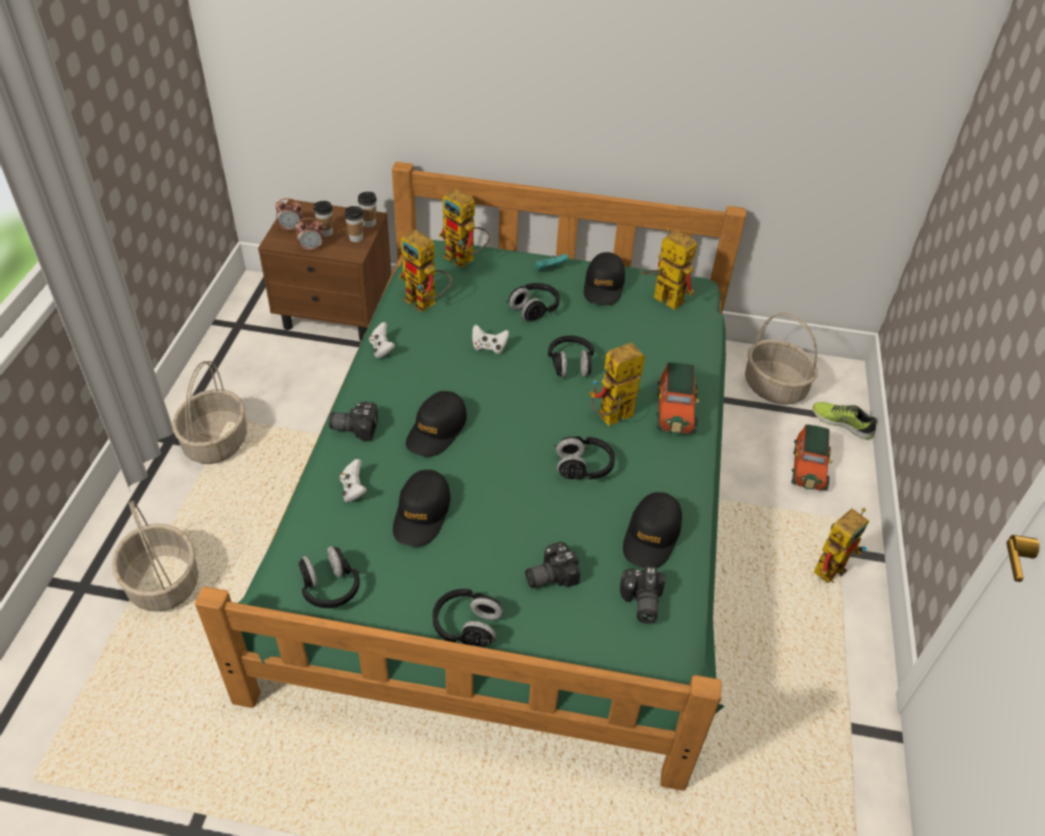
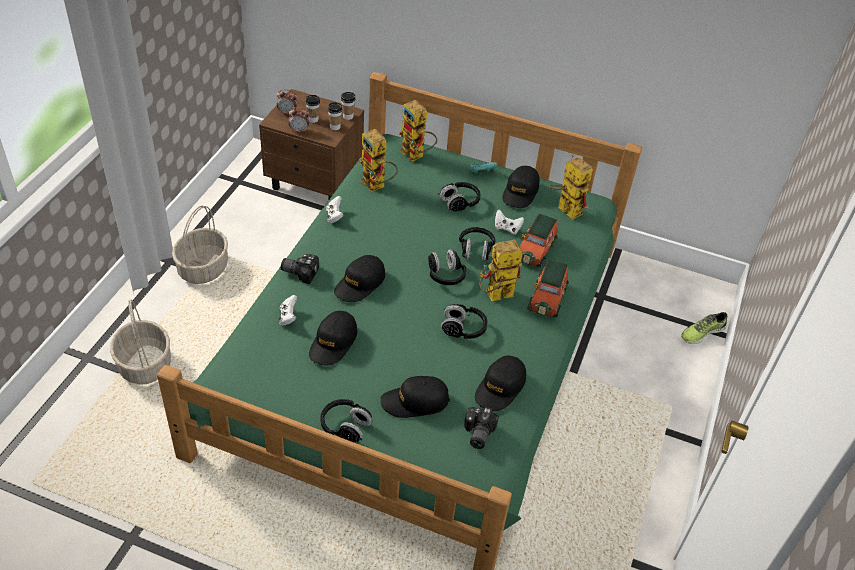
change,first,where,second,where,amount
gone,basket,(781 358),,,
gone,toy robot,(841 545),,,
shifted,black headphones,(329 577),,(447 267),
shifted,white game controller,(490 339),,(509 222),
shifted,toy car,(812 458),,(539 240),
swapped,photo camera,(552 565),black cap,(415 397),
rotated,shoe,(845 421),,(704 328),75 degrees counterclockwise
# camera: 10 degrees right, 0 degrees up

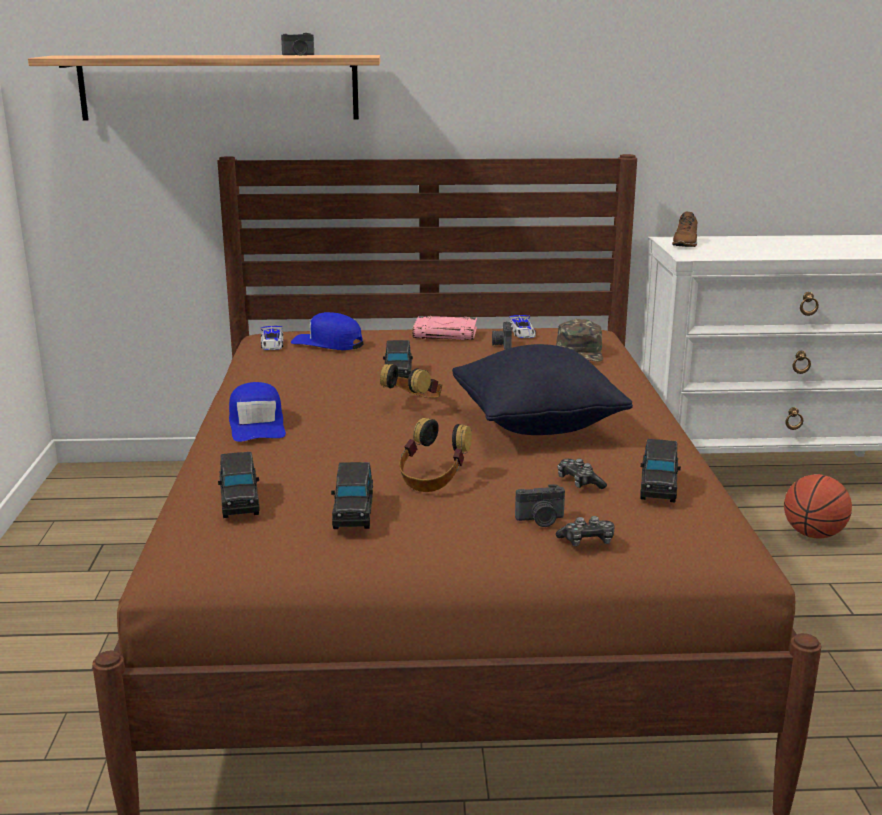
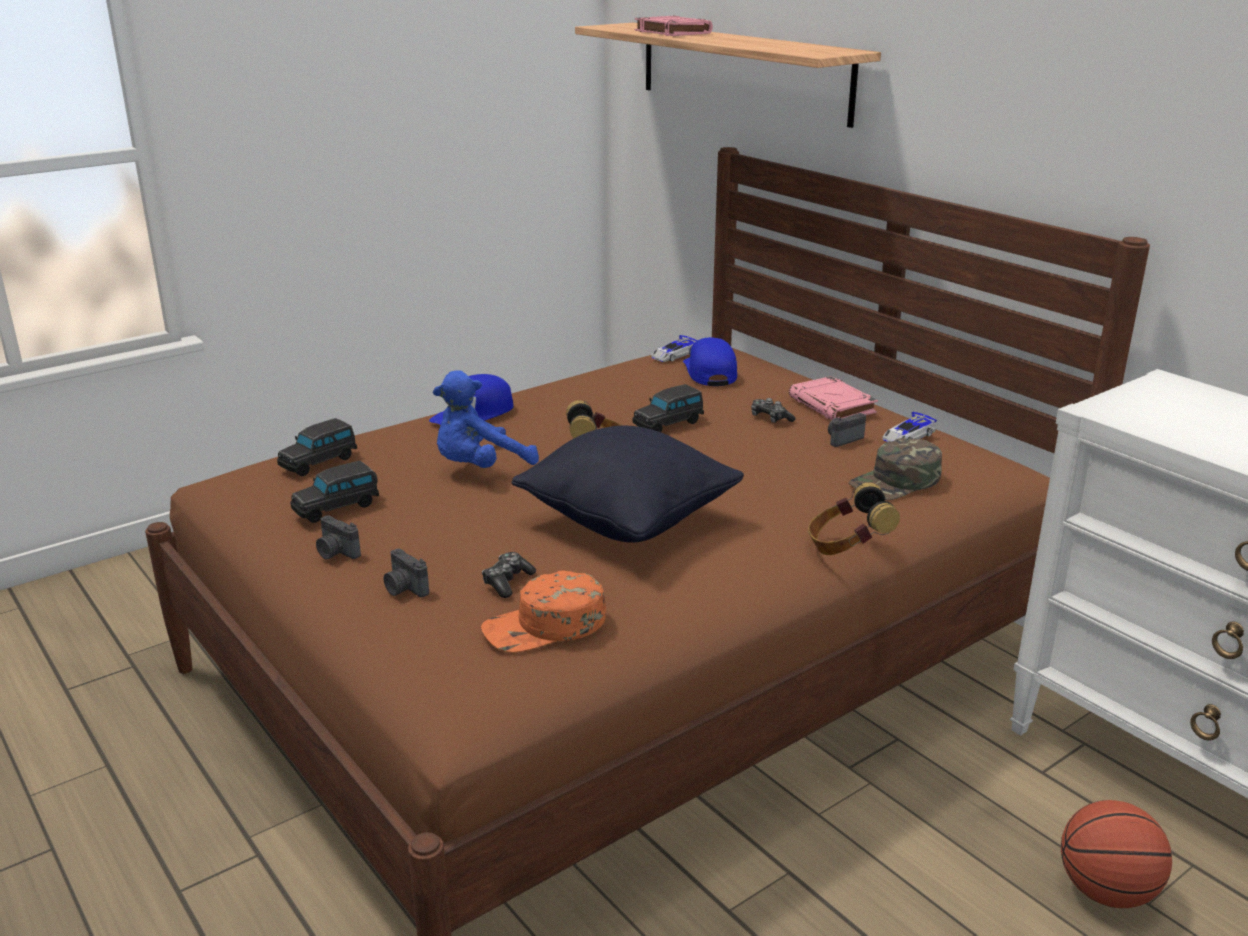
change,first,where,second,where,amount
gone,brown shoe,(685 229),,,
new,,,blue plush toy,(486 419),
new,,,pink book,(674 25),
shifted,photo camera,(297 44),,(338 538),
shifted,headphones,(435 455),,(854 518),
shifted,game controller,(585 531),,(773 410),
swapped,black toy car,(660 471),orange cap,(543 611),
# camera: 55 degrees right, 5 degrees up

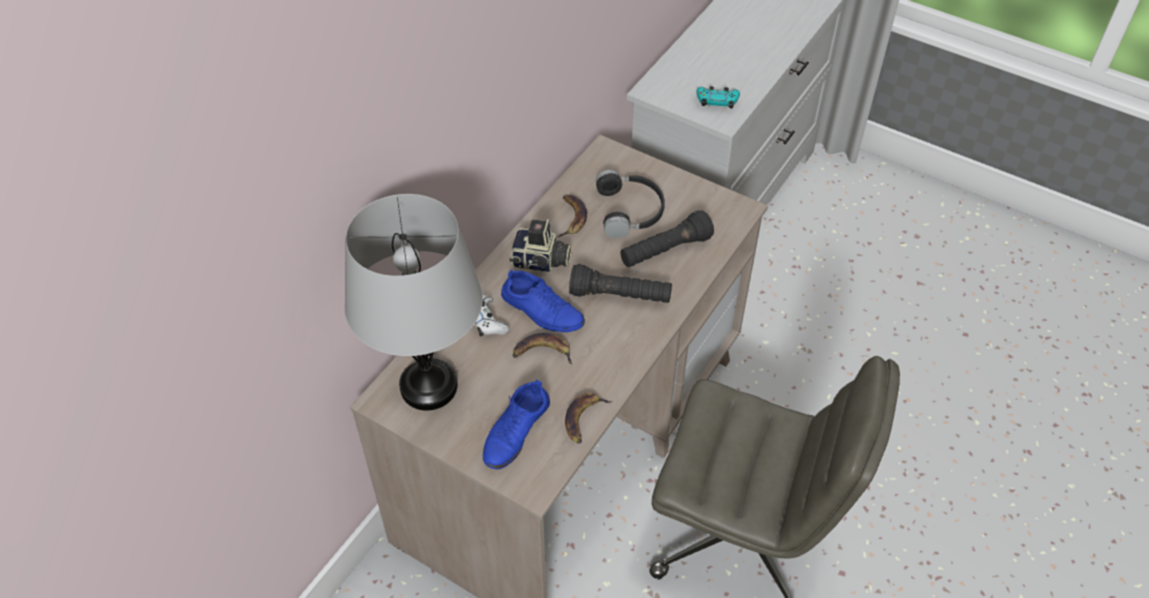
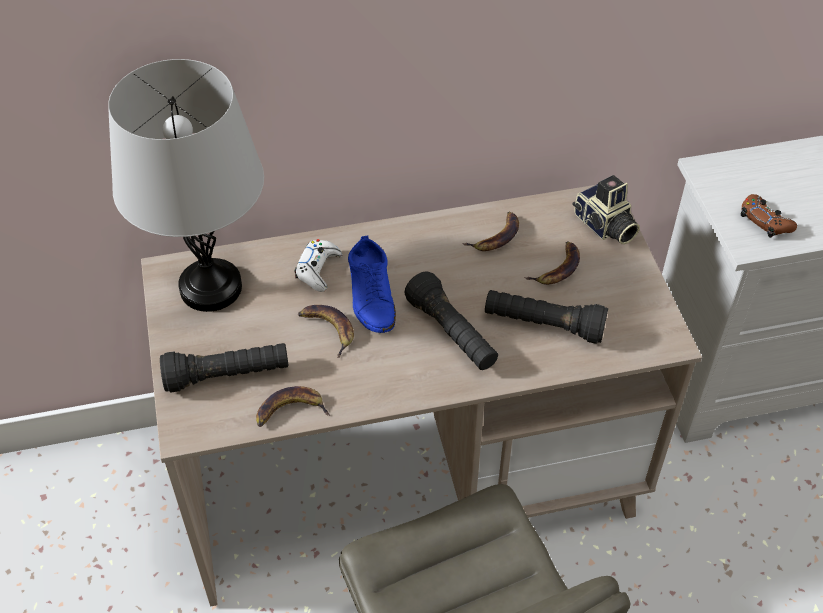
change,first,where,second,where,amount
shifted,photo camera,(541 246),,(606 209),
swapped,blue shoe,(516 425),black flashlight,(224 367),
swapped,black headphones,(630 204),banana,(552 263),
repainted,turquoise game controller,(718 97),brown game controller,(769 216),
# camera: 45 degrees right, 0 degrees up

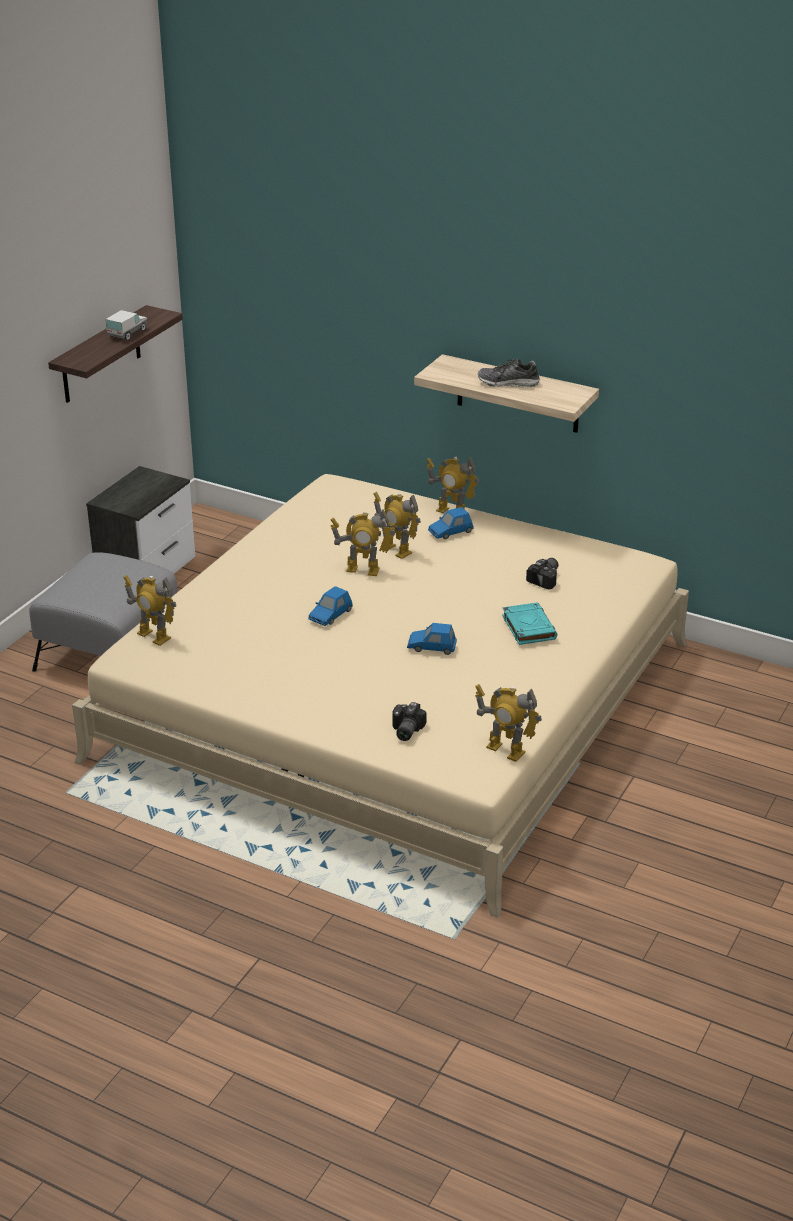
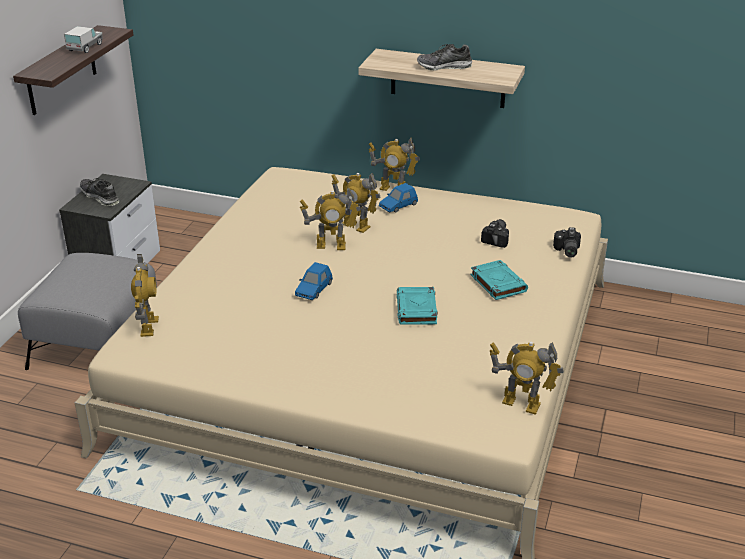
change,first,where,second,where,amount
new,,,shoe,(99 192),
shifted,photo camera,(409 721),,(567 242),
swapped,blue toy car,(432 639),turquoise book,(417 306),
rotated,toy robot,(150 610),,(145 295),120 degrees counterclockwise
# camera: 10 degrees left, 0 degrees up

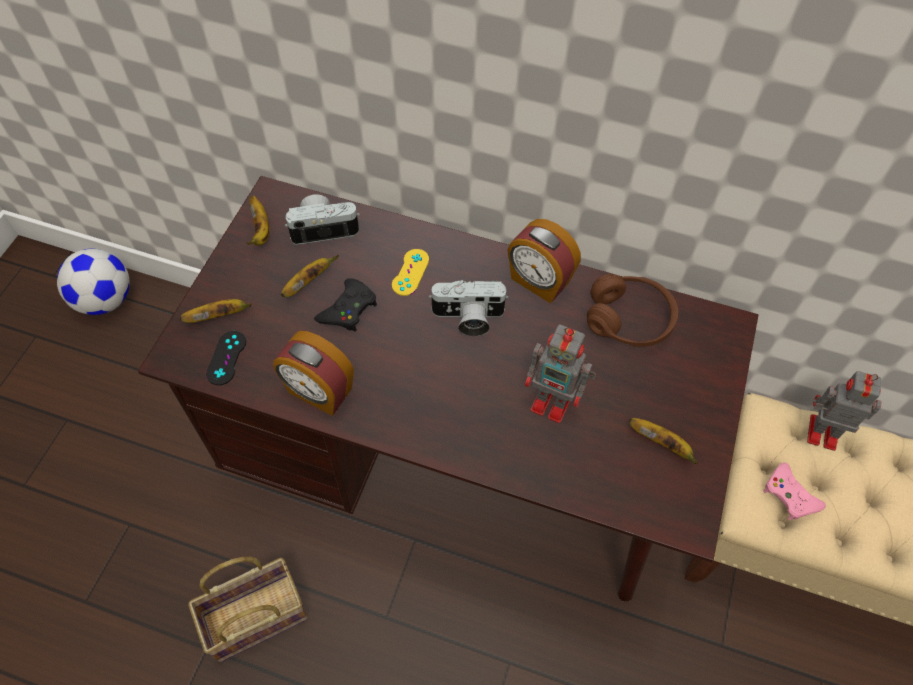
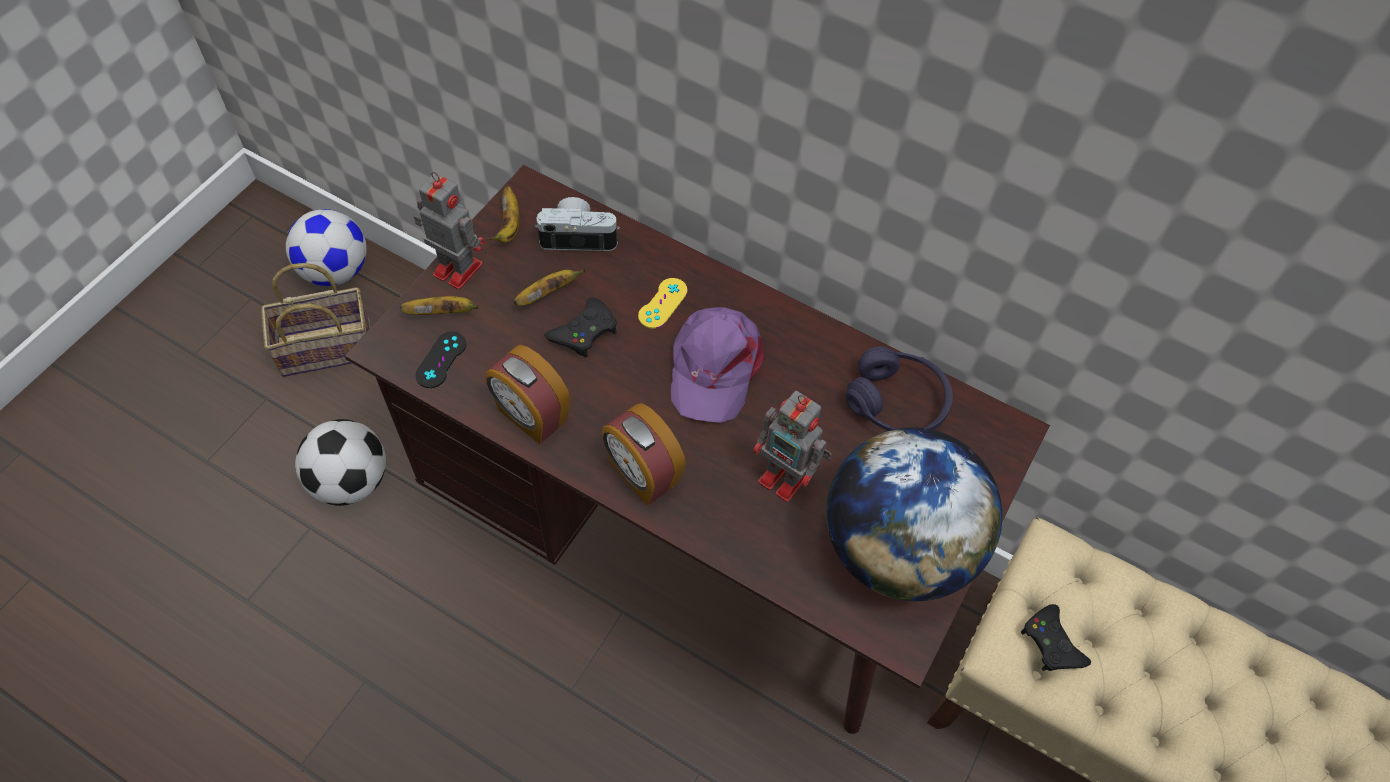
change,first,where,second,where,amount
new,,,football,(340 462),
shifted,basket,(248 609),,(316 320),
shifted,alarm clock,(544 261),,(644 454),
shifted,toy robot,(844 411),,(449 231),
swapped,photo camera,(468 308),purple cap,(717 365),
swapped,banana,(663 441),globe,(914 514),
repainted,brown headphones,(632 310),purple headphones,(899 388),
repainted,pink game controller,(794 491),black game controller,(1056 637),
# camera: 10 degrees right, 0 degrees up

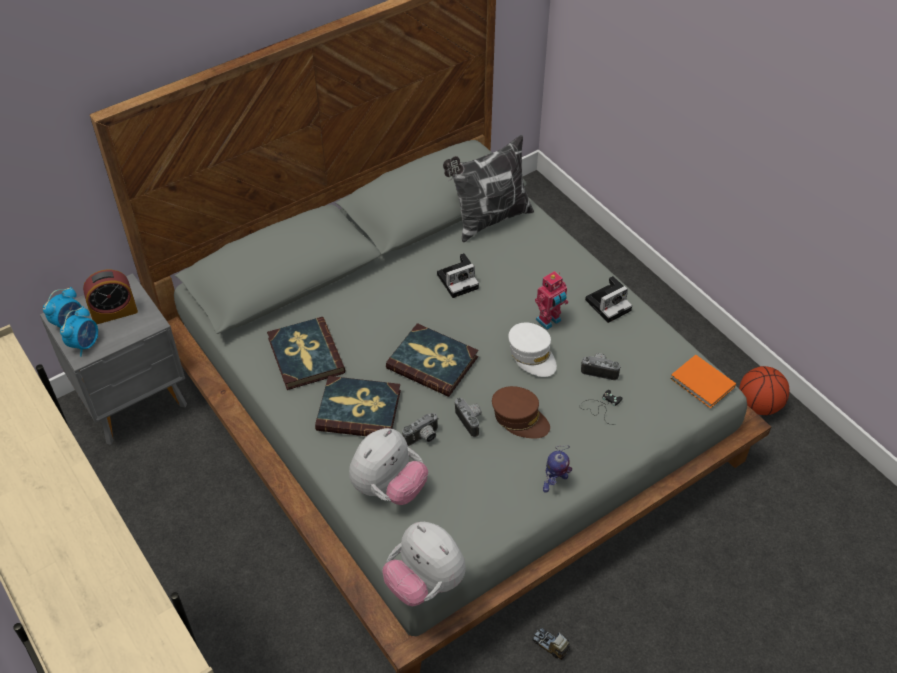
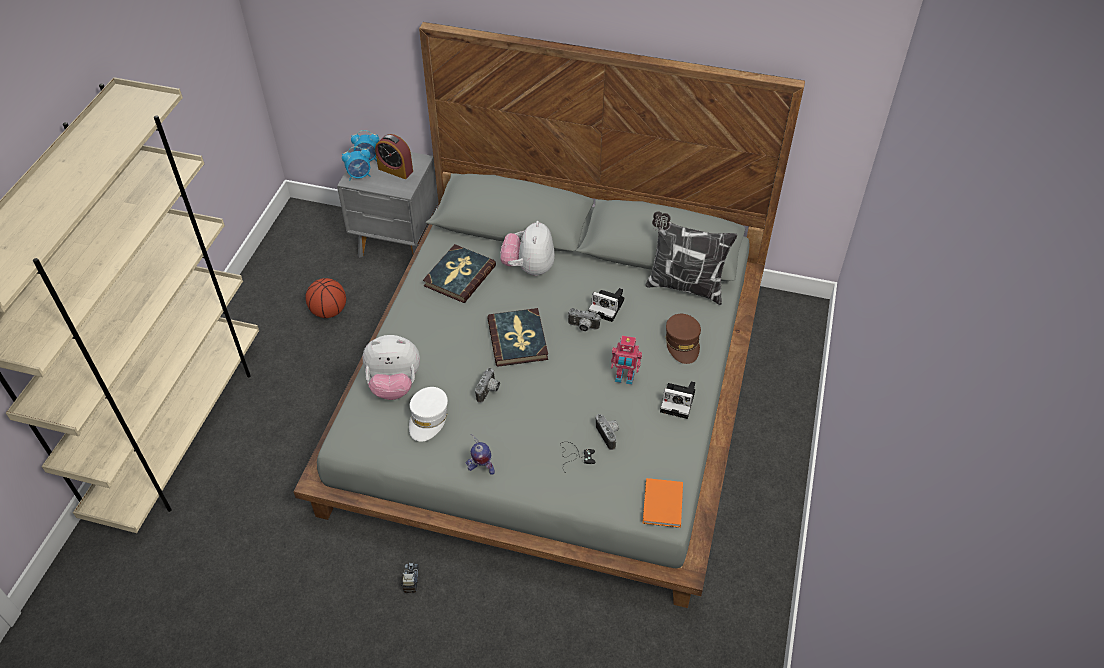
change,first,where,second,where,amount
gone,book,(358 406),,,
shifted,plush toy,(424 564),,(527 248),
shifted,photo camera,(420 429),,(584 320),
shifted,brown cap,(521 412),,(683 339),
shifted,white cap,(532 350),,(428 414),
shifted,basketball,(764 390),,(325 298),
# camera: 50 degrees right, 0 degrees up

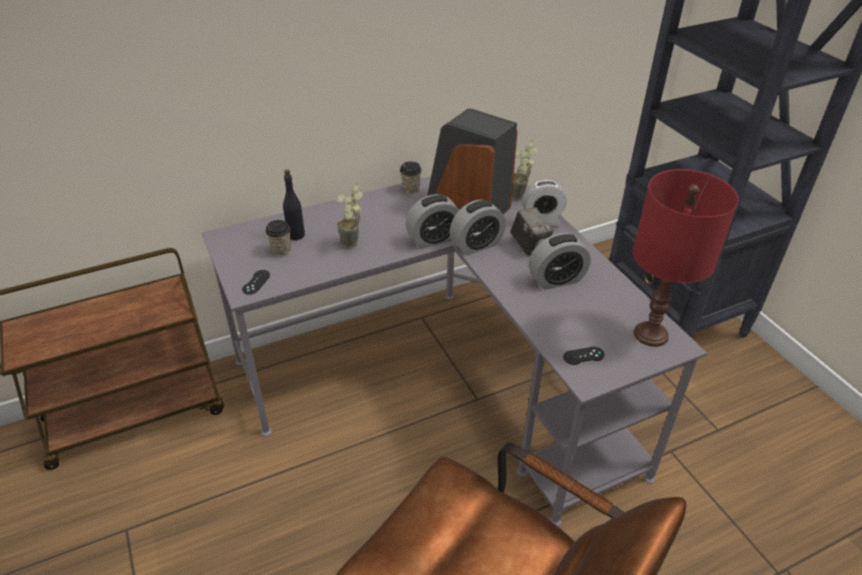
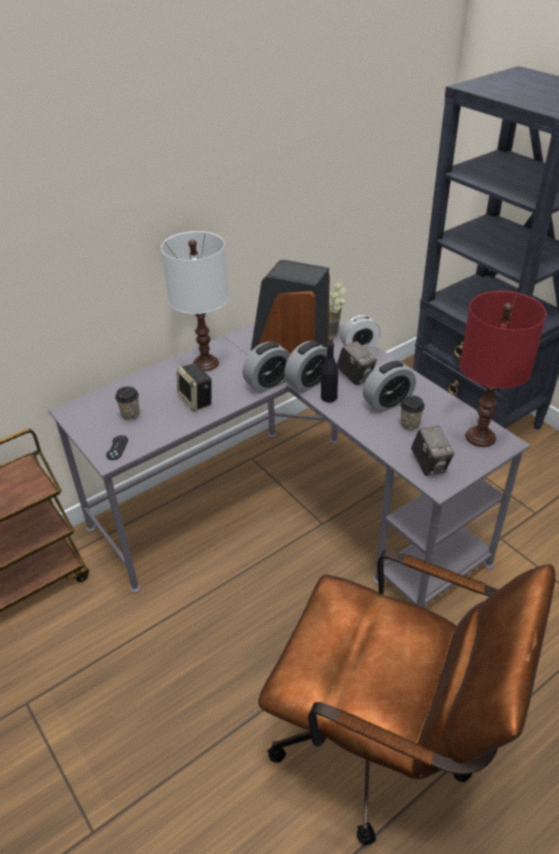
change,first,where,second,where,amount
new,,,white table lamp,(195 301),
shifted,black bottle,(294 204),,(329 370),
shifted,cup,(411 177),,(412 412),
swapped,potted plant,(349 215),speaker,(194 387),
swapped,black game controller,(583 356),photo camera,(433 451),
# camera: 10 degrees left, 0 degrees up

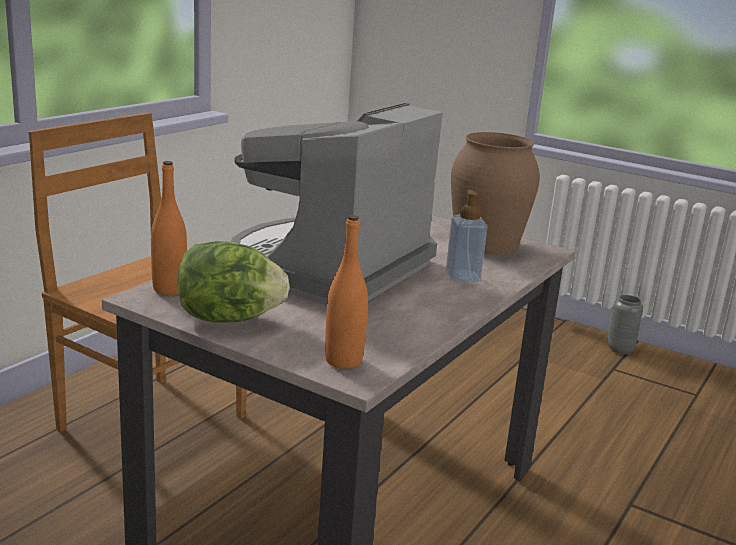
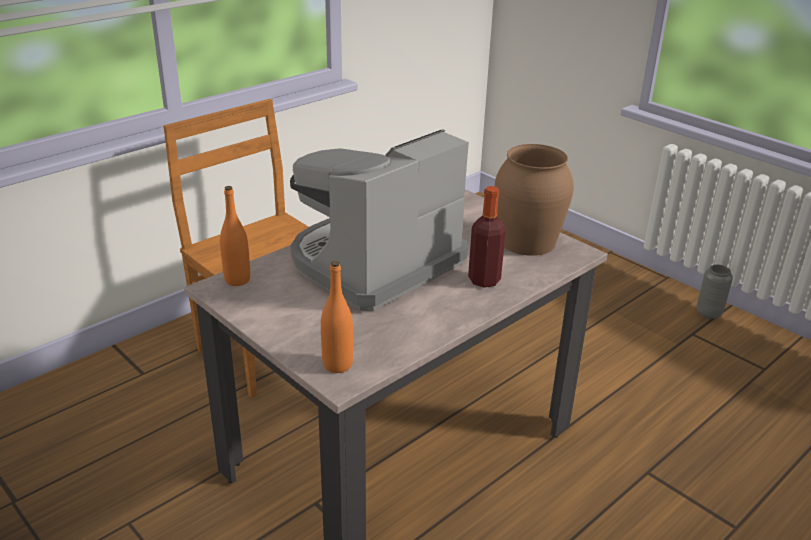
change,first,where,second,where,amount
gone,lettuce,(234 282),,,
swapped,soap dispenser,(466 236),bottle,(487 236),
# camera: 15 degrees right, 10 degrees up

